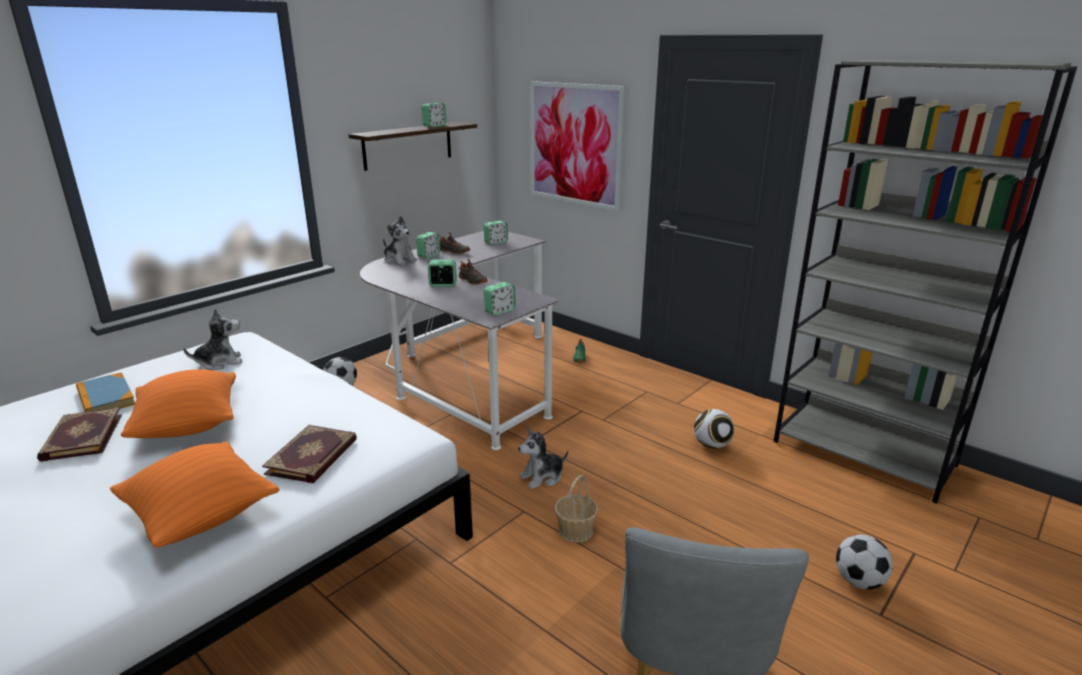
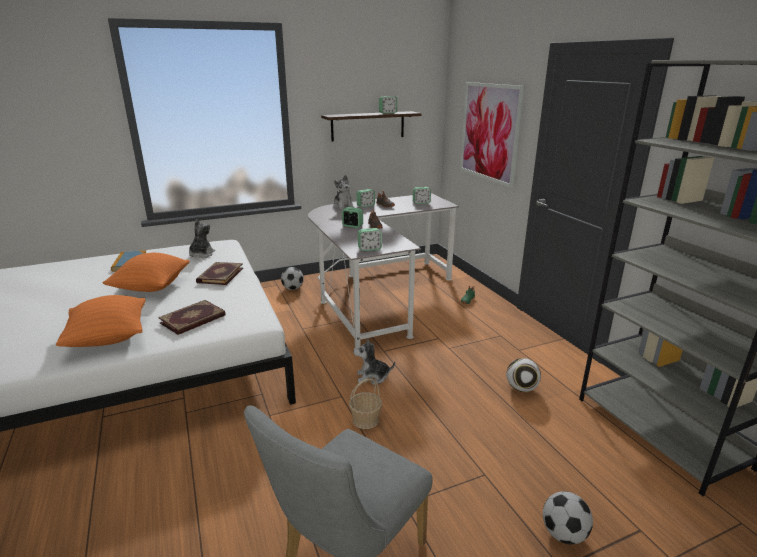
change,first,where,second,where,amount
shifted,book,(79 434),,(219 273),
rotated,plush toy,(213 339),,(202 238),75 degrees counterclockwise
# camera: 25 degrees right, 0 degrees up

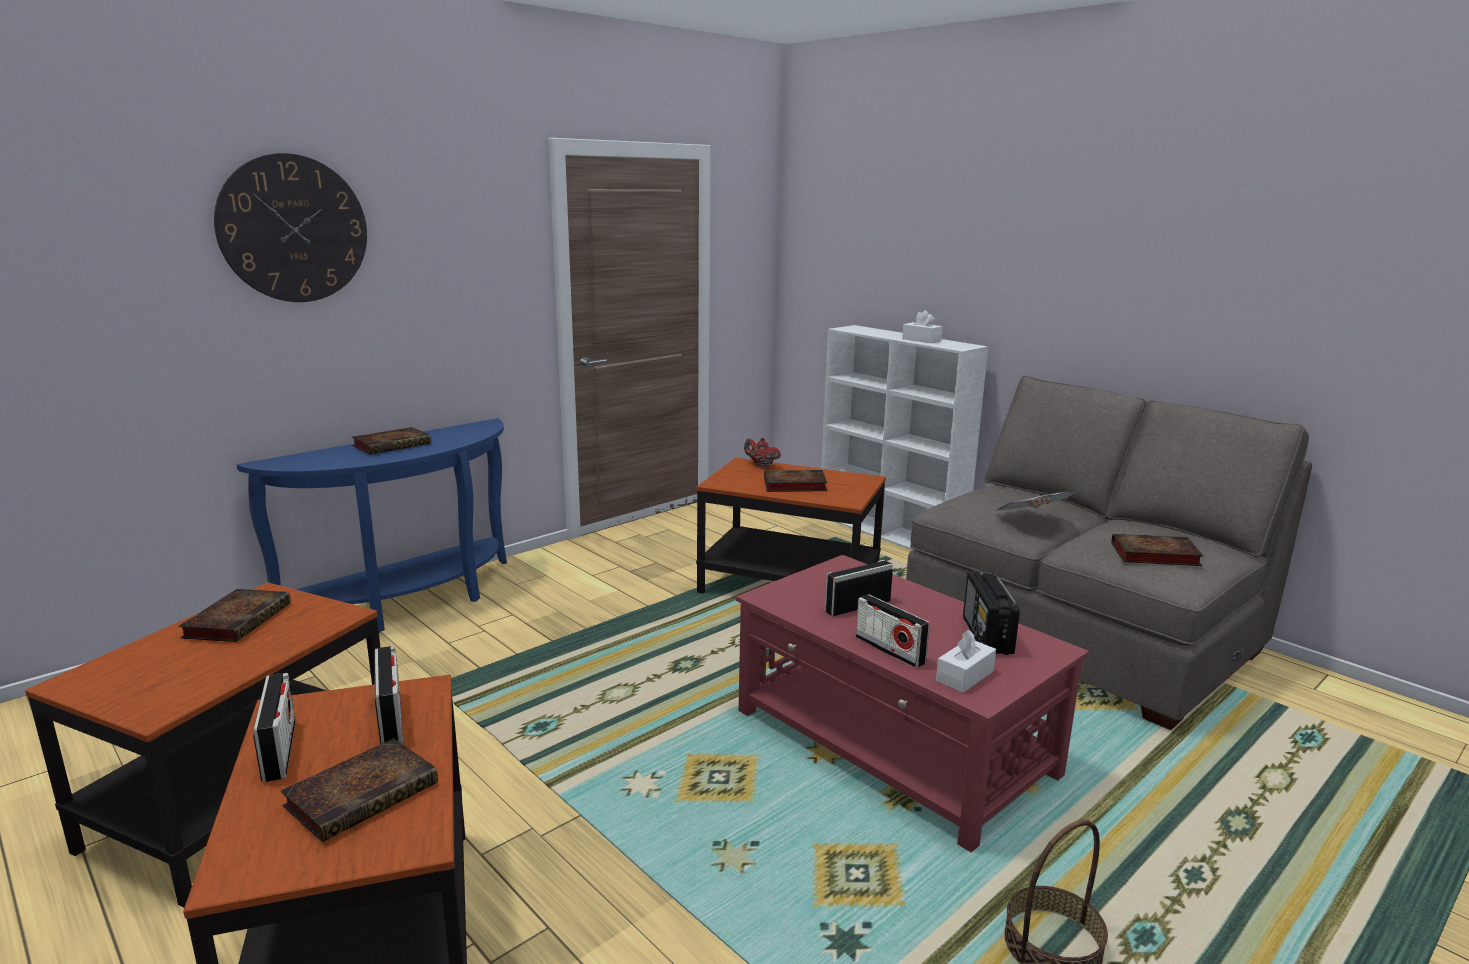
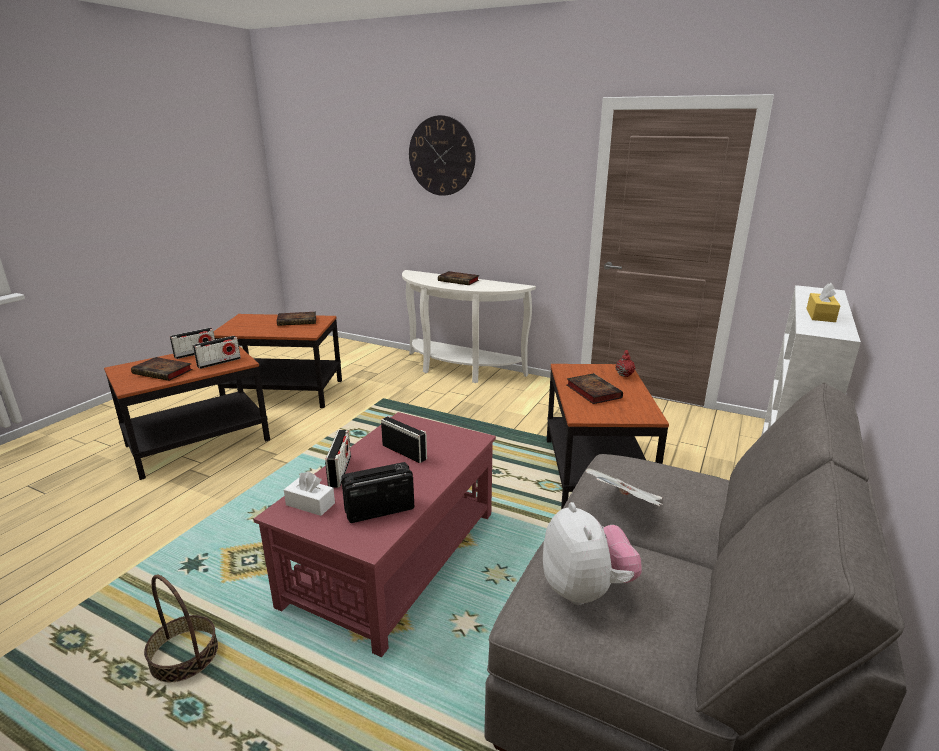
change,first,where,second,where,amount
swapped,book,(1157 549),plush toy,(592 553),
repainted,blue console table,(371 525),white console table,(469 326),
repainted,white tissue box,(922 326),yellow tissue box,(823 302),
rotated,radio,(893 631),,(338 459),150 degrees clockwise
# camera: 70 degrees right, 5 degrees up

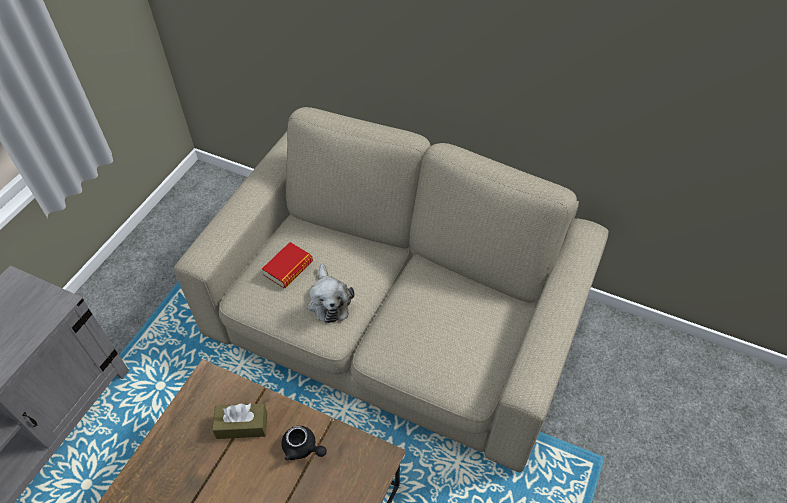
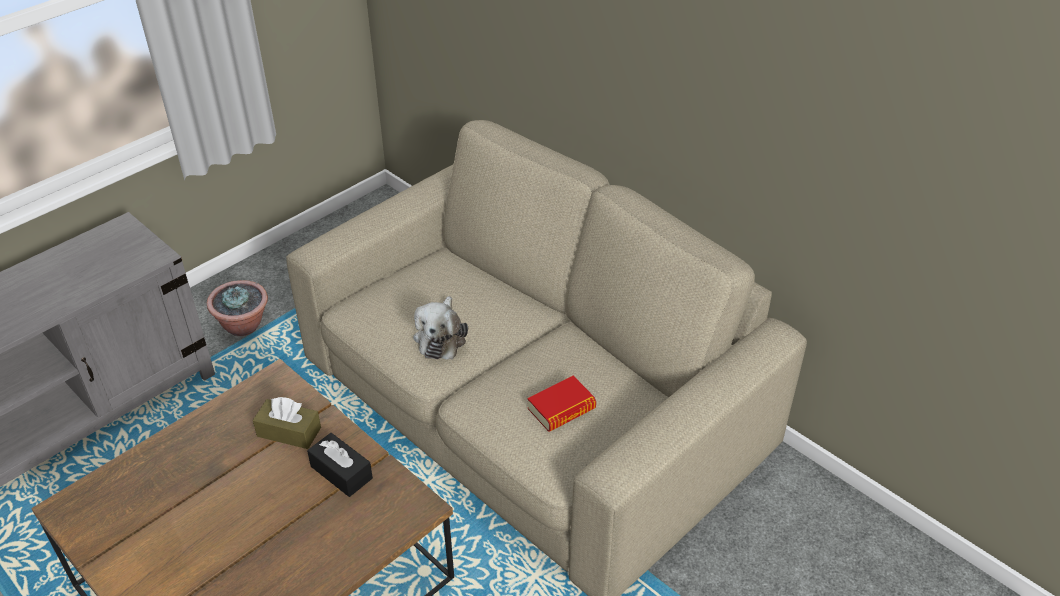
change,first,where,second,where,amount
new,,,potted plant,(237 308),
shifted,book,(287 265),,(562 404),
swapped,black teapot,(304 443),black tissue box,(340 465),
# camera: 20 degrees right, 10 degrees down

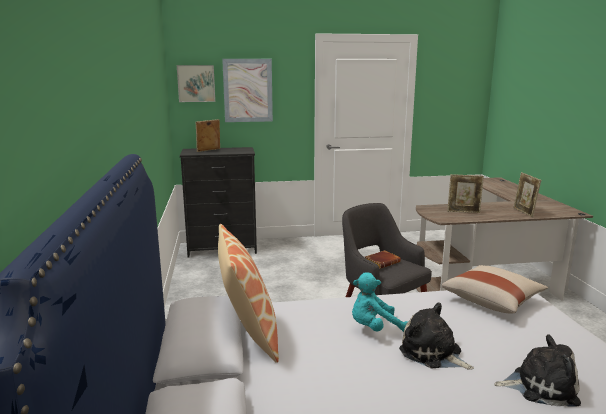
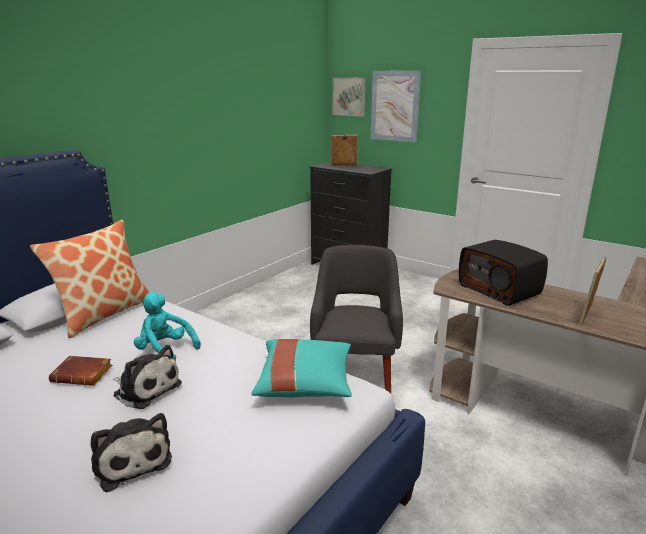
change,first,where,second,where,amount
shifted,brown book,(383 259),,(80 371),
swapped,picture frame,(465 193),radio,(503 273),
repainted,beige pillow,(495 289),turquoise pillow,(301 368),
rotated,plush toy,(436 336),,(147 377),120 degrees clockwise
# camera: 45 degrees right, 5 degrees up

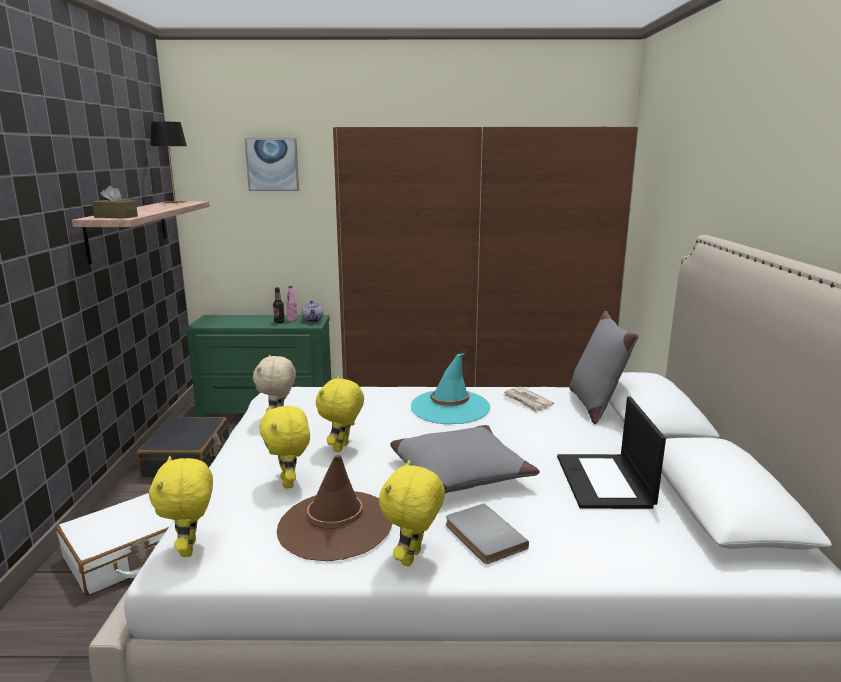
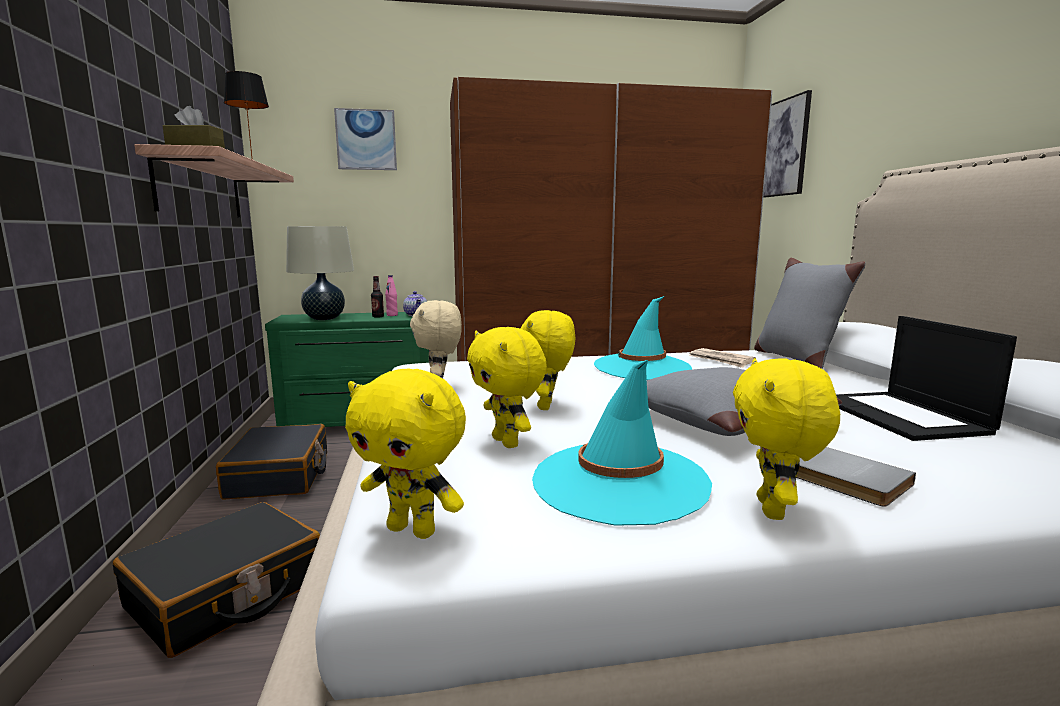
change,first,where,second,where,amount
new,,,beige table lamp,(320 273),
new,,,picture,(787 144),
repainted,white suitcase,(114 544),black suitcase,(216 580),
repainted,brown hat,(334 508),turquoise hat,(622 443),
rotated,yellow plush toy,(181 506),,(405 454),45 degrees counterclockwise
# camera: 10 degrees left, 5 degrees down

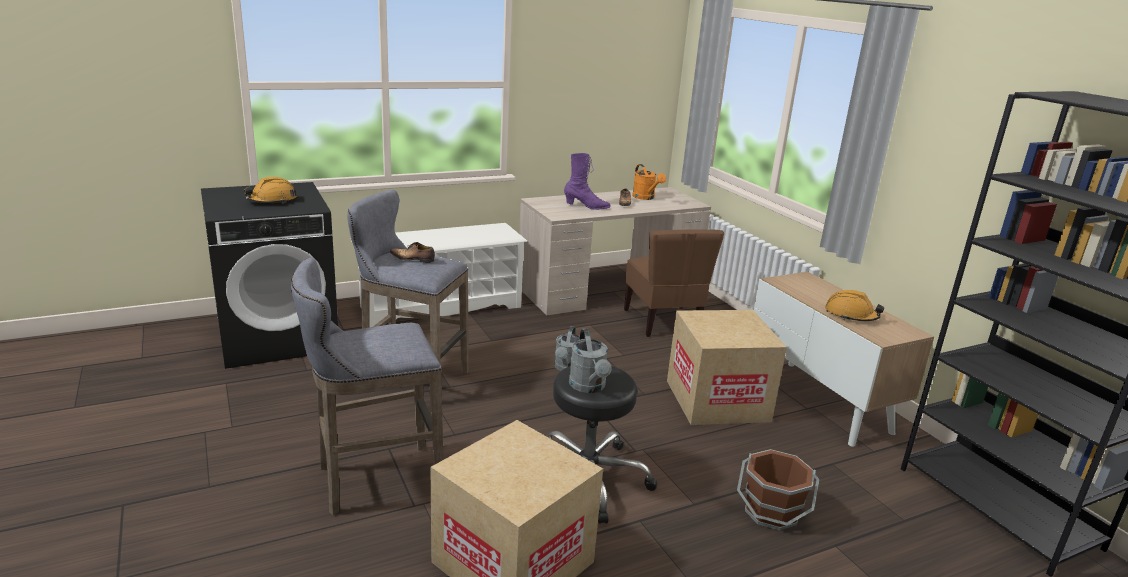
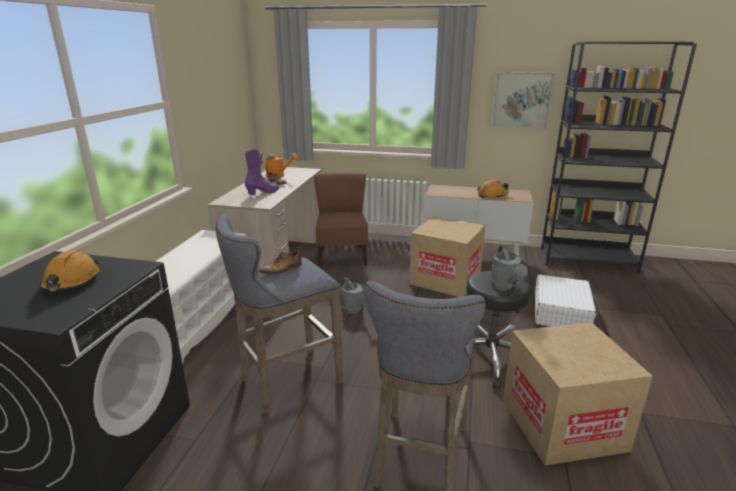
change,first,where,second,where,amount
new,,,picture,(523 100),
swapped,brown bucket,(778 490),white suitcase,(565 301),
rotated,grey watering can,(590 361),,(509 267),60 degrees clockwise
rotated,brown chair,(674 283),,(341 220),120 degrees counterclockwise
# camera: 50 degrees left, 0 degrees up

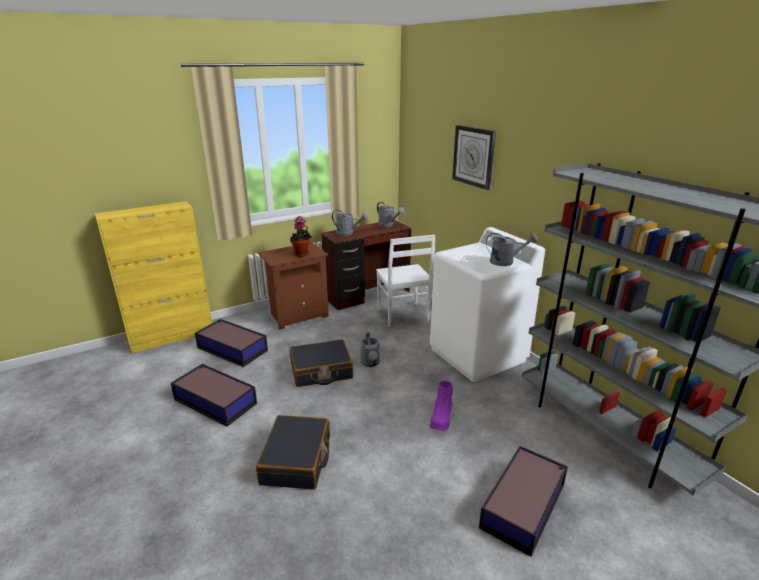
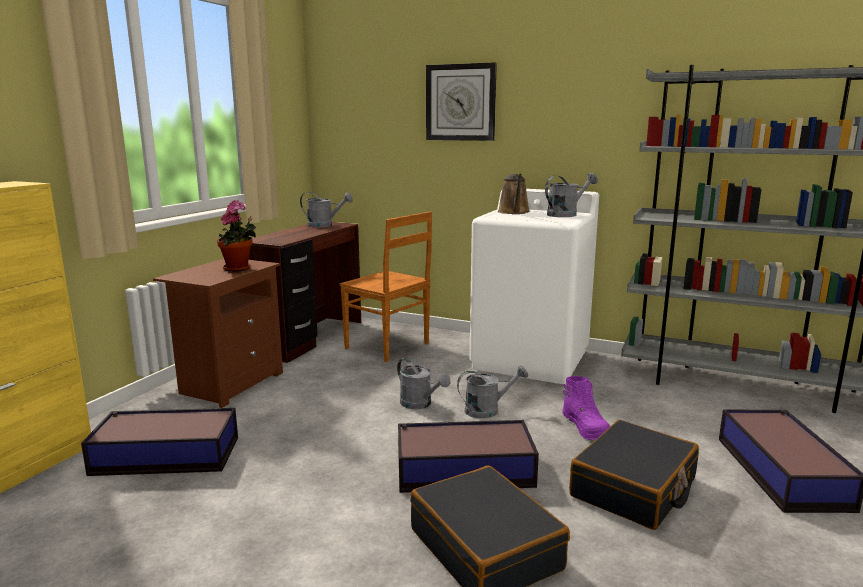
change,first,where,second,where,amount
new,,,brown watering can,(514 194),
shifted,storage box,(214 395),,(468 456),
shifted,black suitcase,(321 363),,(634 475),
shifted,grey watering can,(350 223),,(492 392),
repainted,white chair,(405 281),brown chair,(386 286),
# camera: 35 degrees left, 10 degrees down

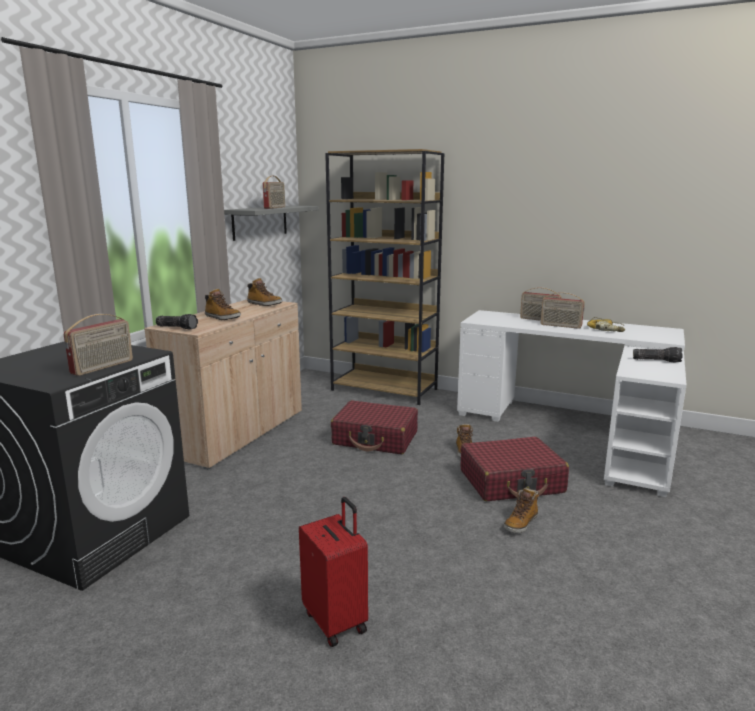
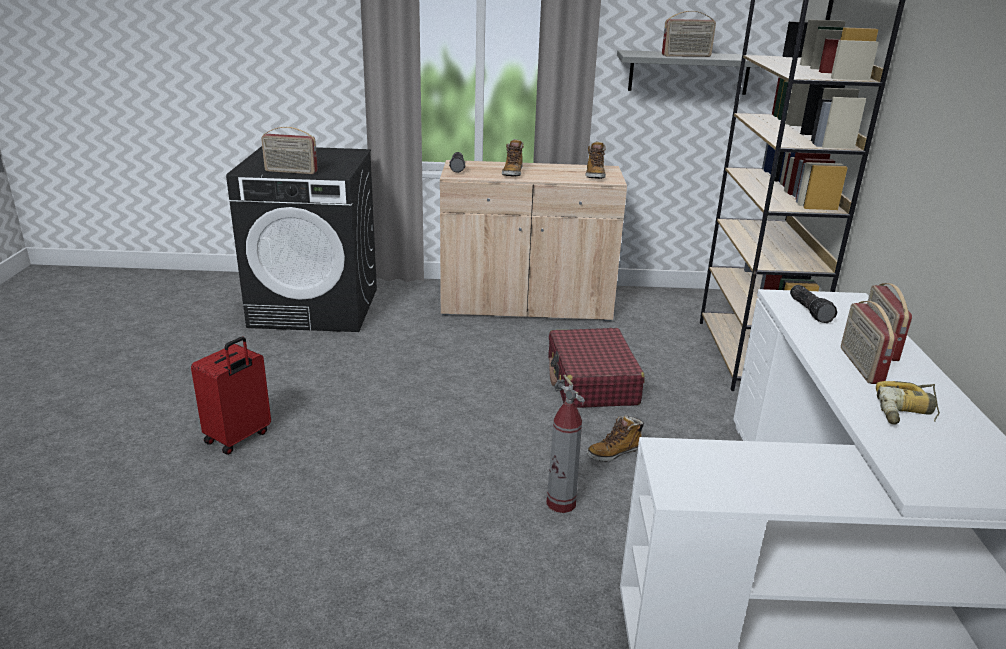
change,first,where,second,where,amount
gone,boot,(521 510),,,
shifted,flashlight,(658 355),,(813 304),
swapped,red suitcase,(514 469),fire extinguisher,(565 444),
# camera: 65 degrees right, 10 degrees up

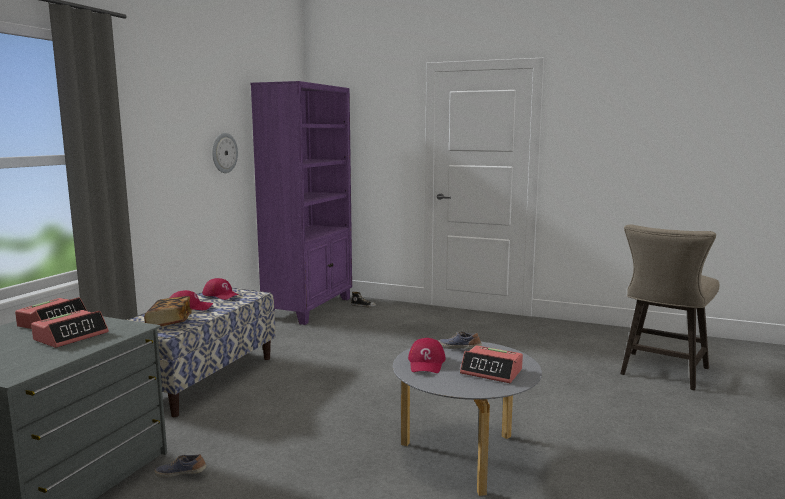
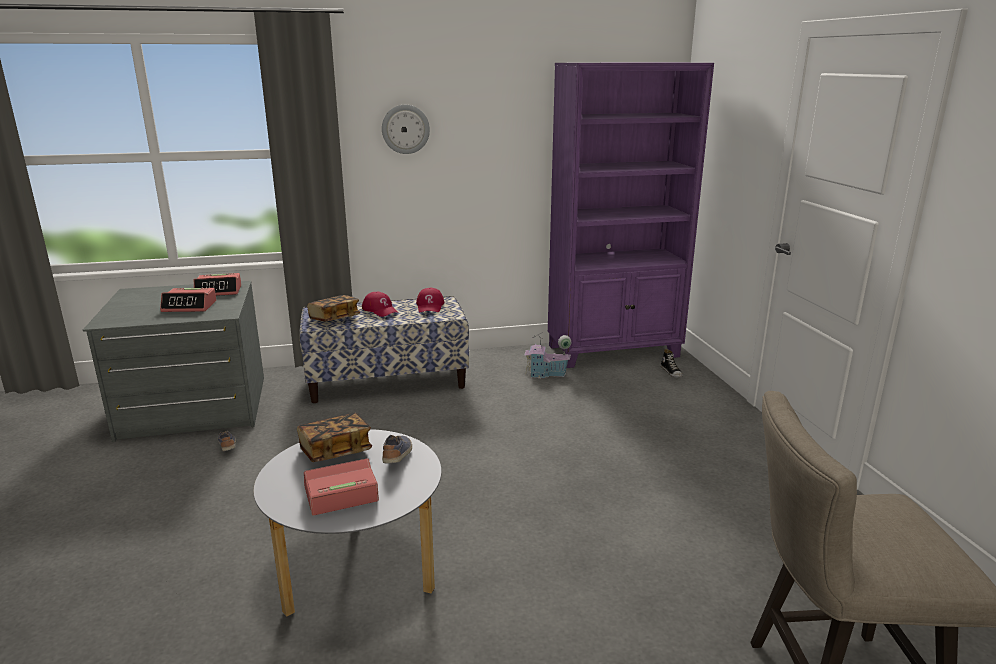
change,first,where,second,where,amount
new,,,toy house,(547 355),
shifted,wall clock,(225 153),,(406 129),
swapped,red cap,(427 355),book,(334 437),
rotated,alarm clock,(491 364),,(341 487),75 degrees clockwise
# camera: 55 degrees right, 10 degrees up

